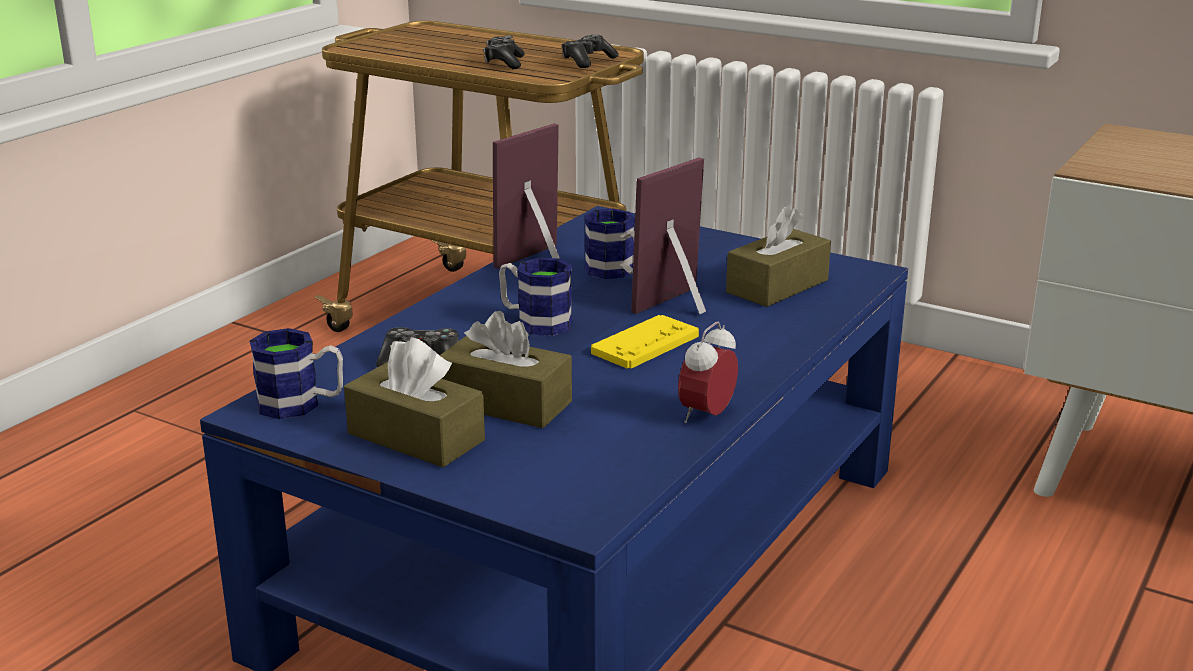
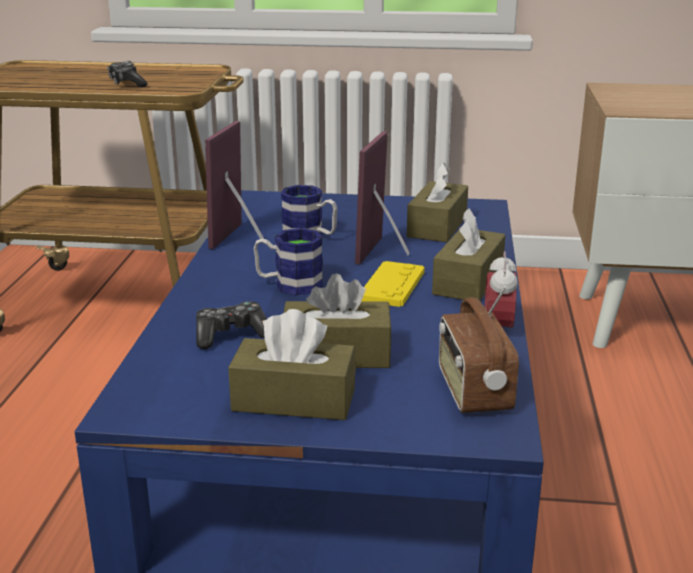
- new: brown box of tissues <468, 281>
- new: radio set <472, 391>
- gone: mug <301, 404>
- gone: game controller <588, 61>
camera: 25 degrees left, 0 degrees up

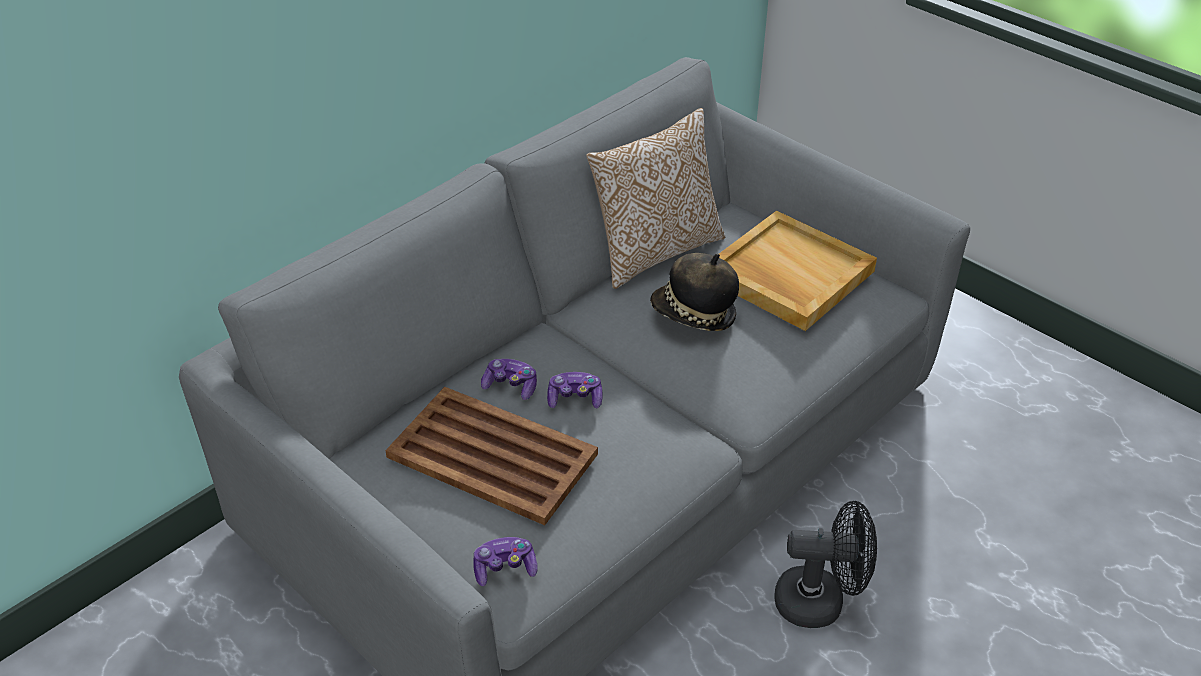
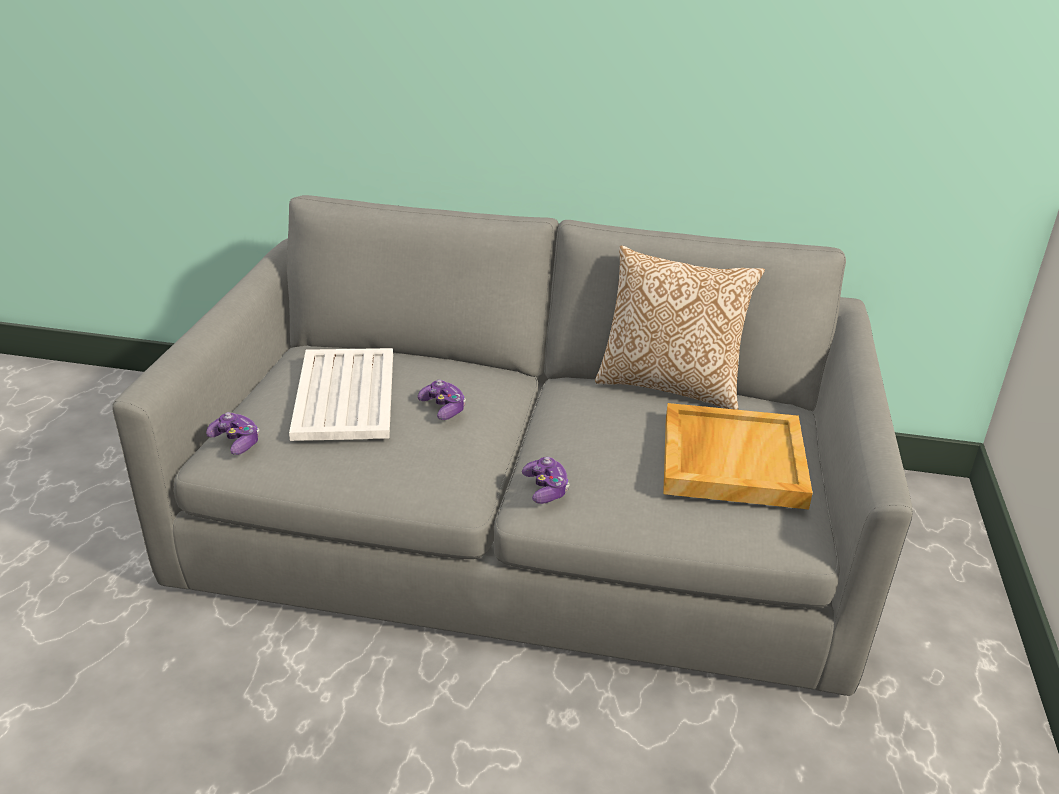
- repainted: brown carrying tray <493, 457> to white-coloured carrying tray <344, 396>
- shifted: game controller <511, 386> to <546, 489>
- gone: clothing hat <694, 315>
- gone: black electric fan <820, 602>
camera: 55 degrees right, 10 degrees down

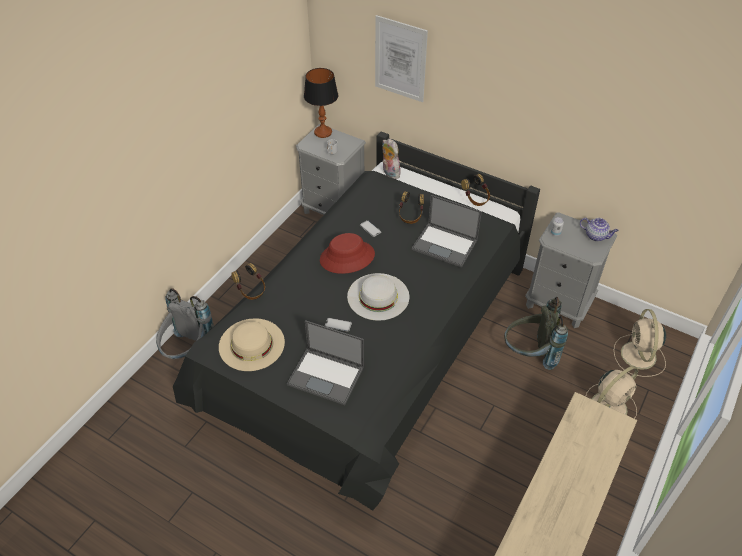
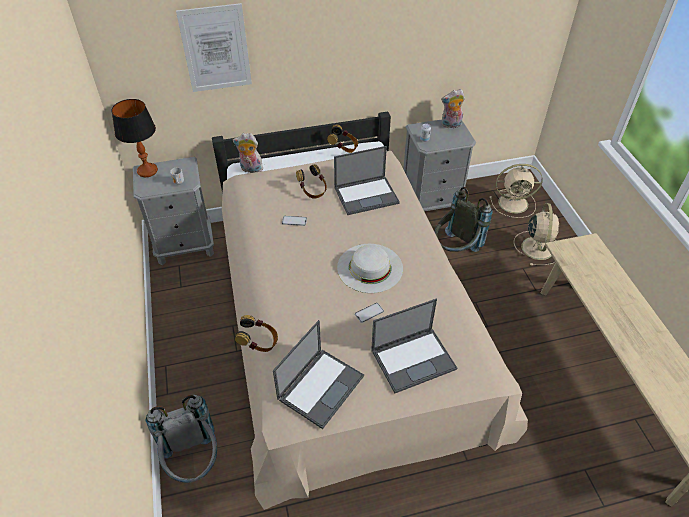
- repainted: black bed <370, 345> to sand-coloured bed <343, 328>
- swapped: sand-coloured clothing hat <251, 344> to laptop <321, 386>
- swapped: teapot <596, 236> to plush toy <450, 125>
- rotated: sand-coloured electric fan <638, 356> = <514, 203> 45 degrees counterclockwise
- gone: reddish clothing hat <347, 257>
camera: 45 degrees left, 0 degrees up

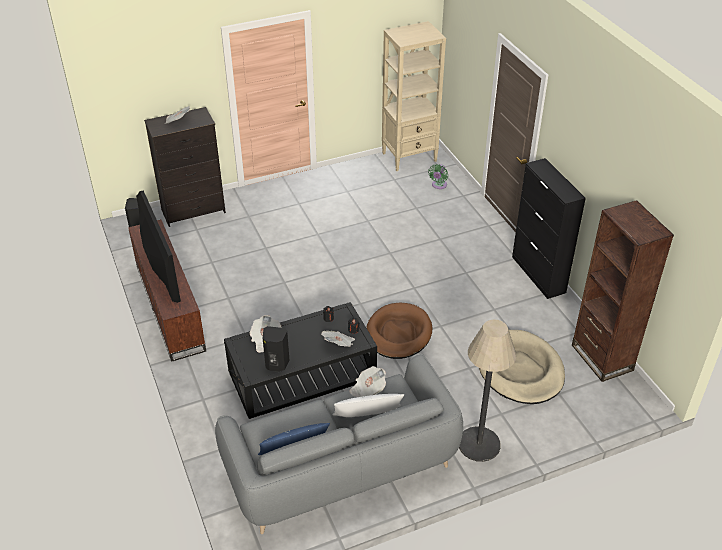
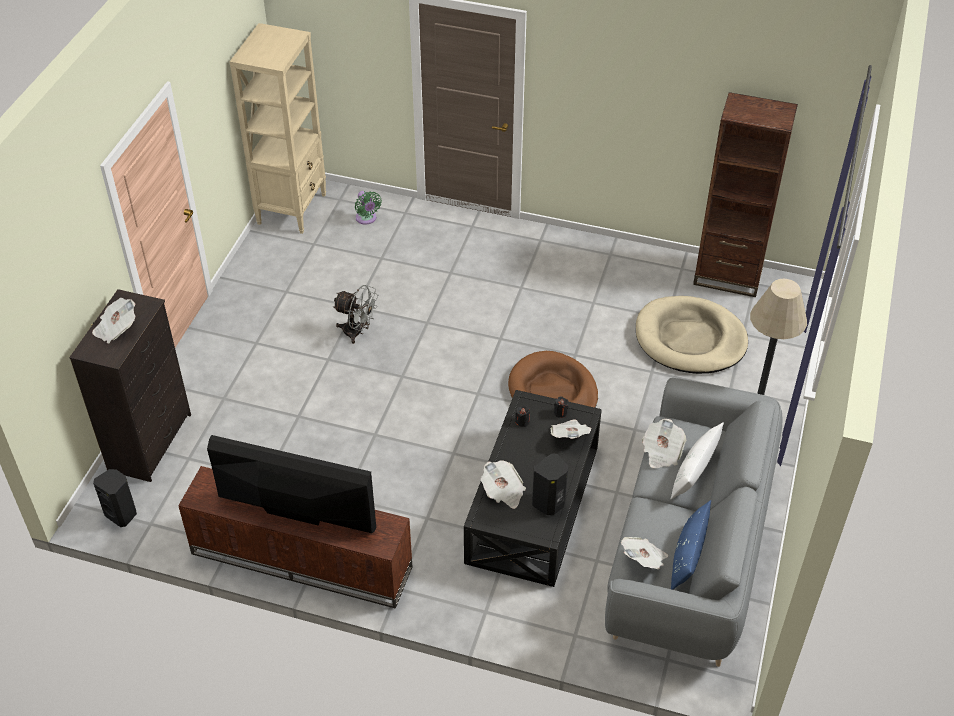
- new: greyish electric fan <357, 332>
- new: daily paper <644, 559>
- gone: black cupboard <538, 275>
camera: 50 degrees left, 5 degrees up

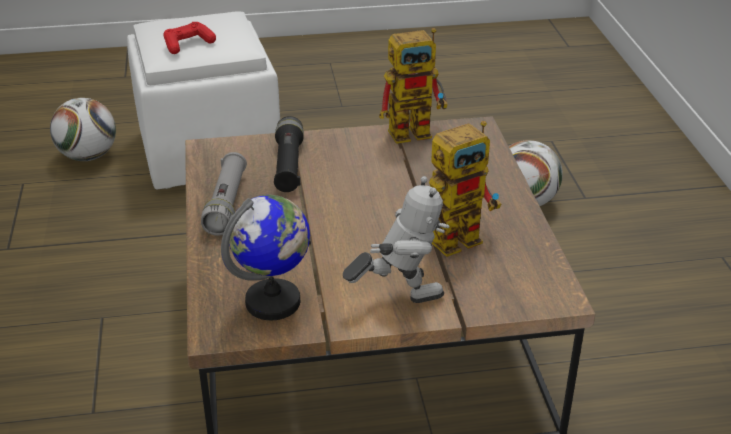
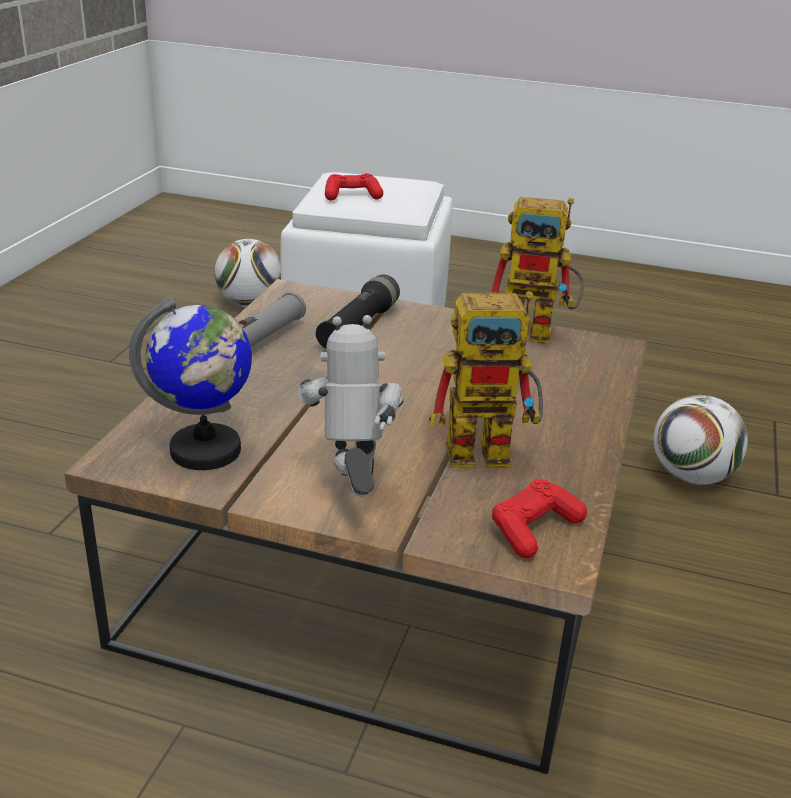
- rotated: toy robot <399, 297> = <352, 492> 105 degrees counterclockwise
- new: reddish game controller <534, 528>
camera: 25 degrees right, 5 degrees down

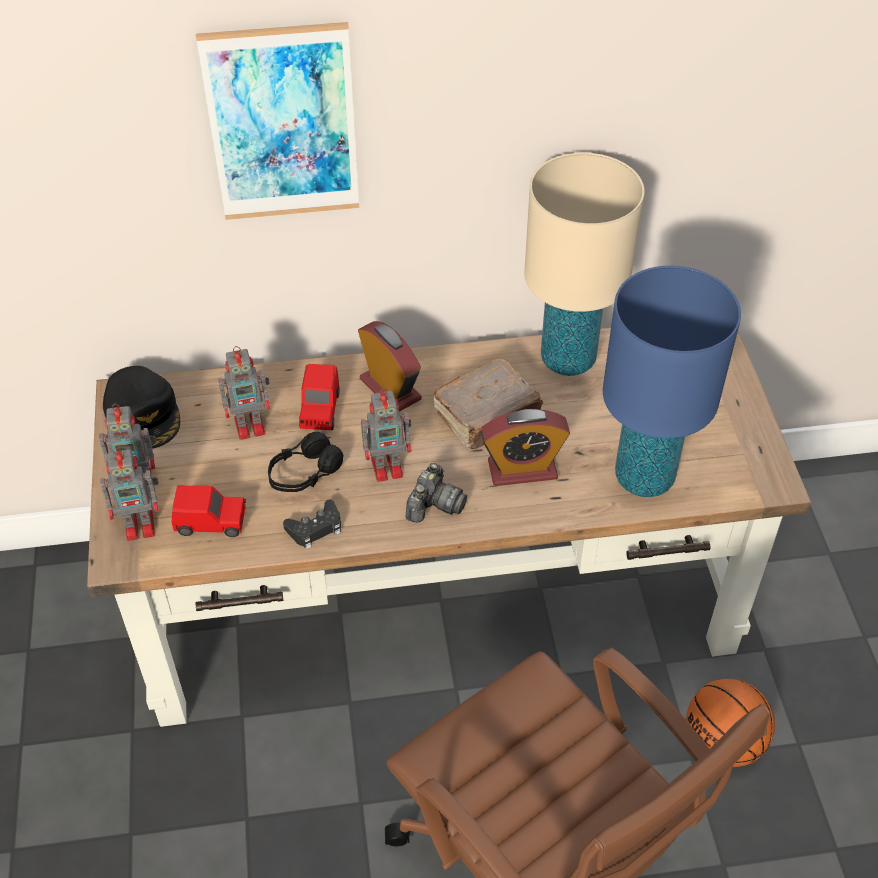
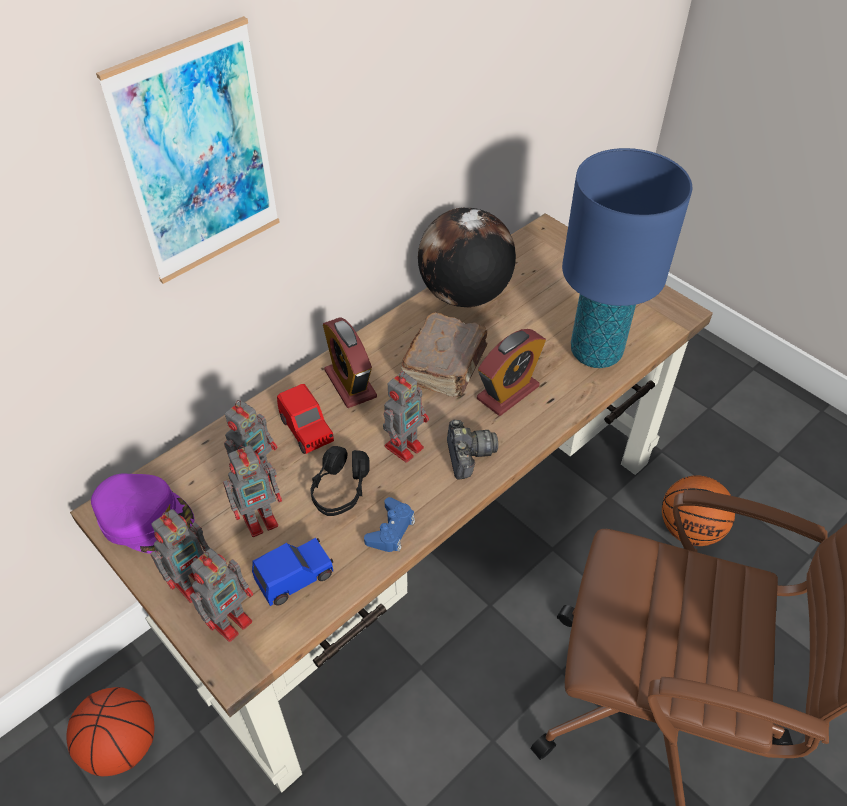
- new: basketball ball <122, 746>
- repainted: black baseball cap <144, 414> to purplish baseball cap <146, 517>
- new: toy robot <261, 518>
- repainted: reddish model car <211, 522> to bluish model car <295, 578>
- rotated: alarm clock <390, 389> = <350, 384> 135 degrees counterclockwise
- repainted: black game controller <315, 528> to bluish game controller <391, 530>
- swapped: sand-coloured lamp for a table <567, 359> to globe <464, 295>
camera: 35 degrees left, 0 degrees up

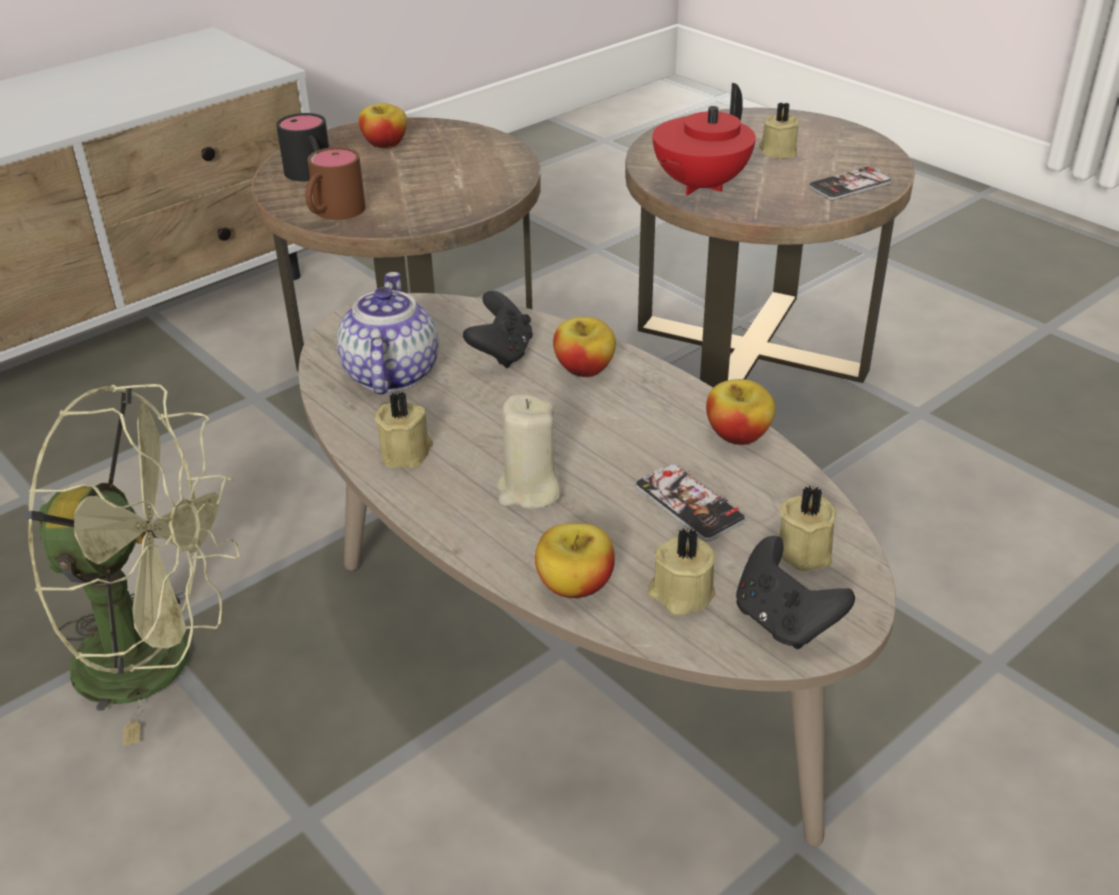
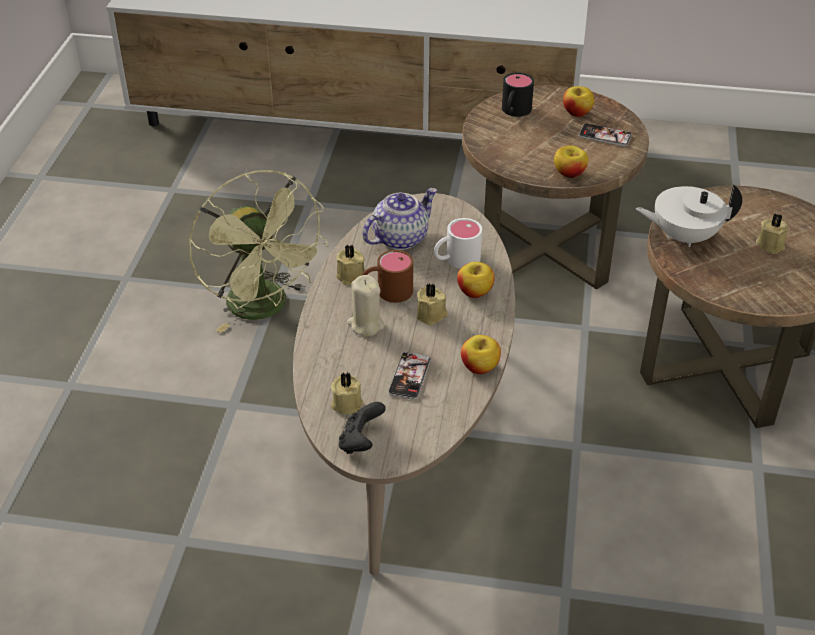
- shifted: brown mug <333, 213> to <387, 292>
- shifted: sand-coloured candle <806, 550> to <432, 315>
- swapped: black game controller <501, 353> to white-coloured mug <456, 260>
- shifted: apple <575, 585> to <569, 173>
- shifted: phone <849, 185> to <605, 136>
- repainted: reddish teapot <699, 186> to white-coloured teapot <683, 236>
camera: 50 degrees right, 5 degrees up

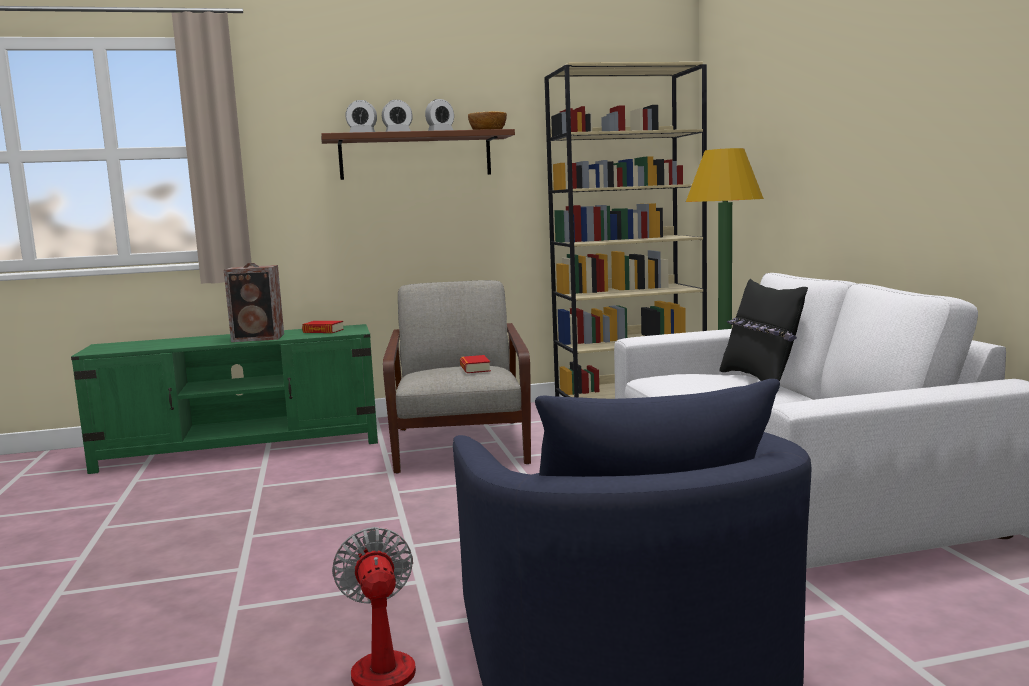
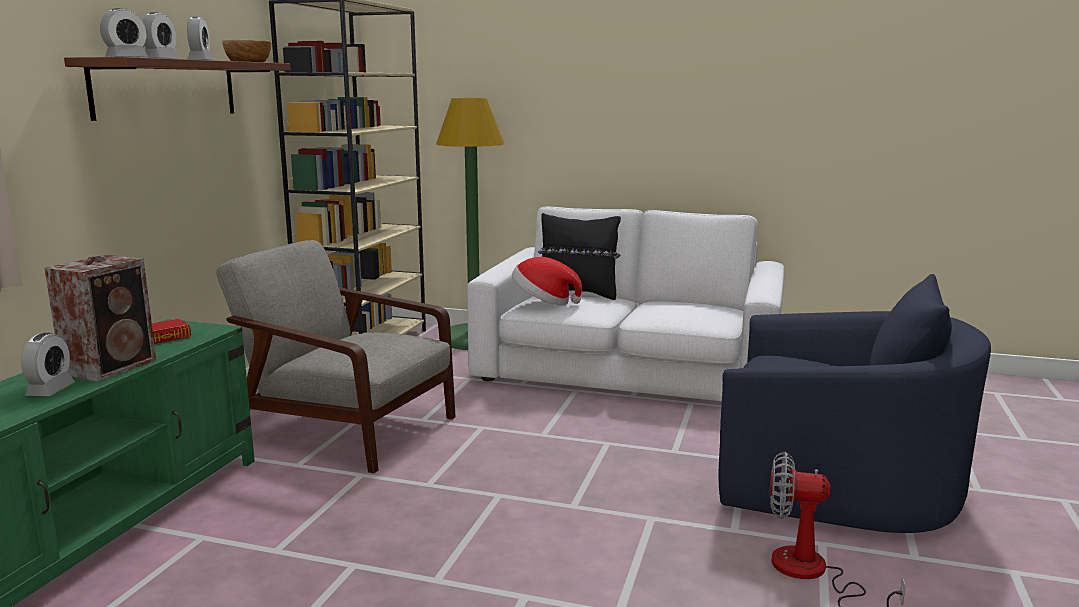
- new: alarm clock <51, 390>
- new: clothing hat <543, 302>
- gone: book <475, 368>
camera: 60 degrees left, 5 degrees up

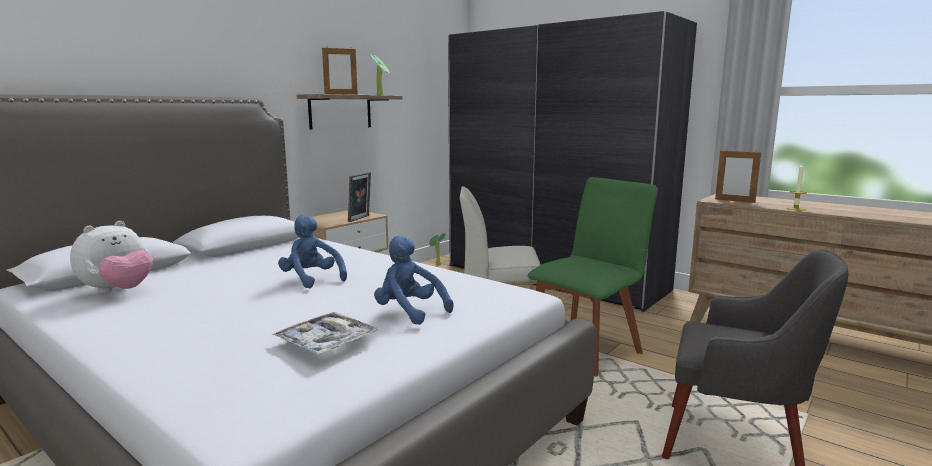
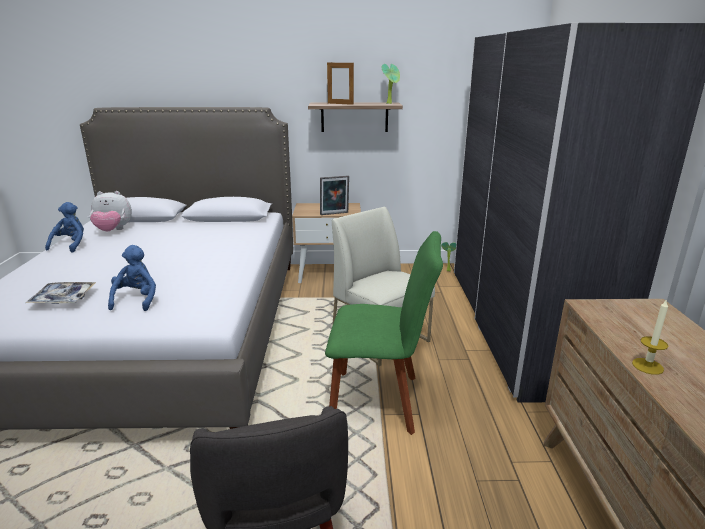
- shifted: bluish plush toy <311, 279> to <71, 245>
- gone: photo frame <734, 201>
camera: 50 degrees right, 10 degrees up

